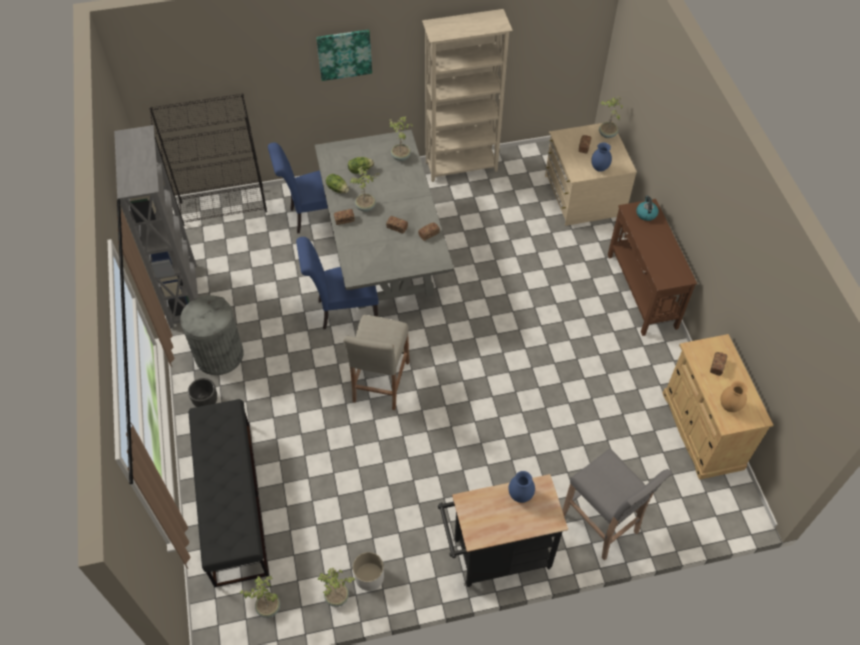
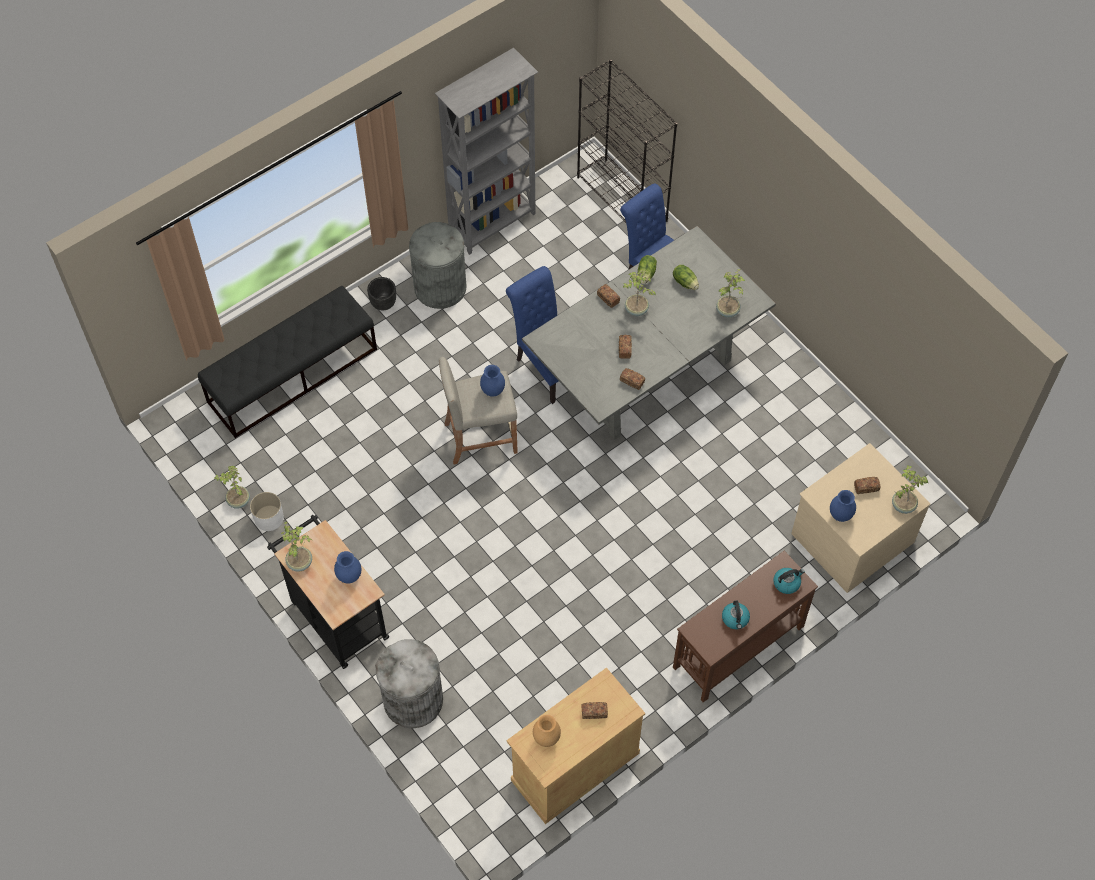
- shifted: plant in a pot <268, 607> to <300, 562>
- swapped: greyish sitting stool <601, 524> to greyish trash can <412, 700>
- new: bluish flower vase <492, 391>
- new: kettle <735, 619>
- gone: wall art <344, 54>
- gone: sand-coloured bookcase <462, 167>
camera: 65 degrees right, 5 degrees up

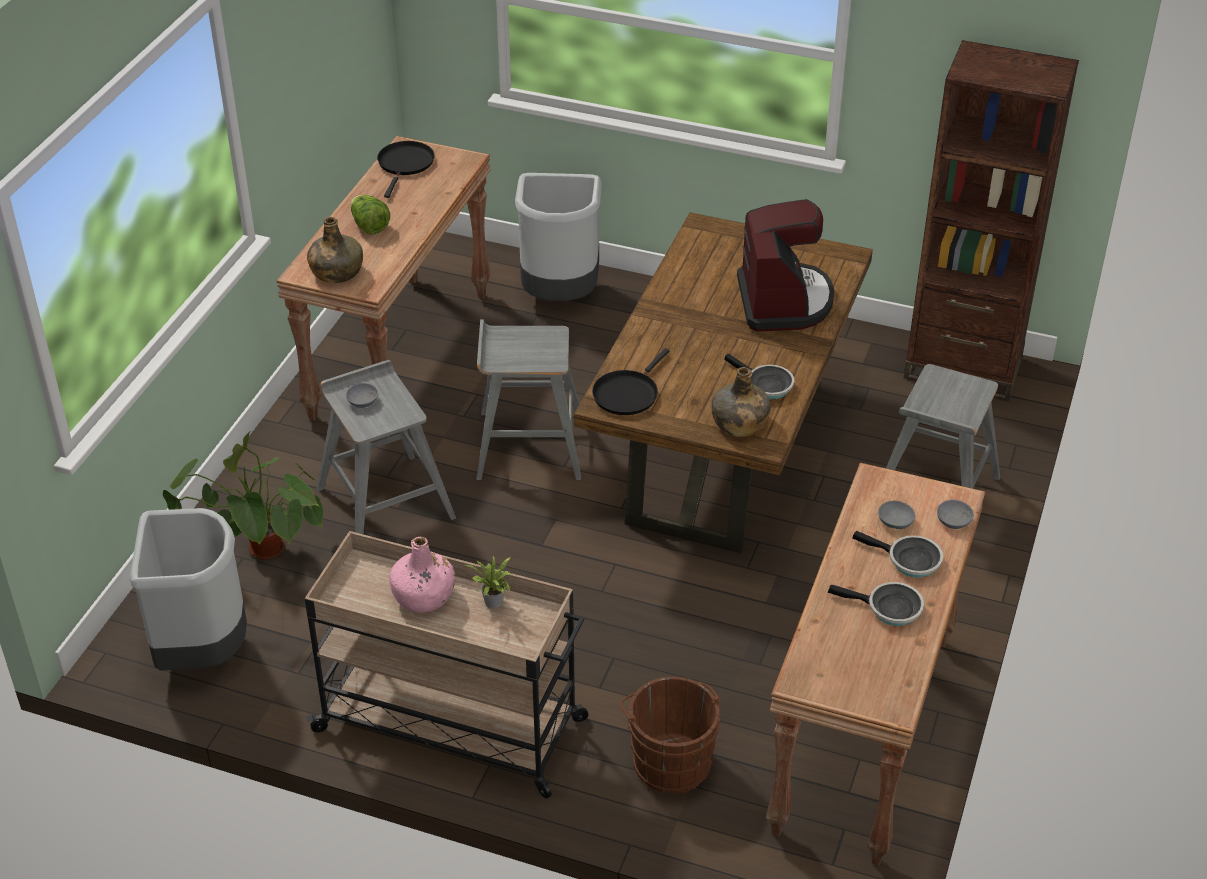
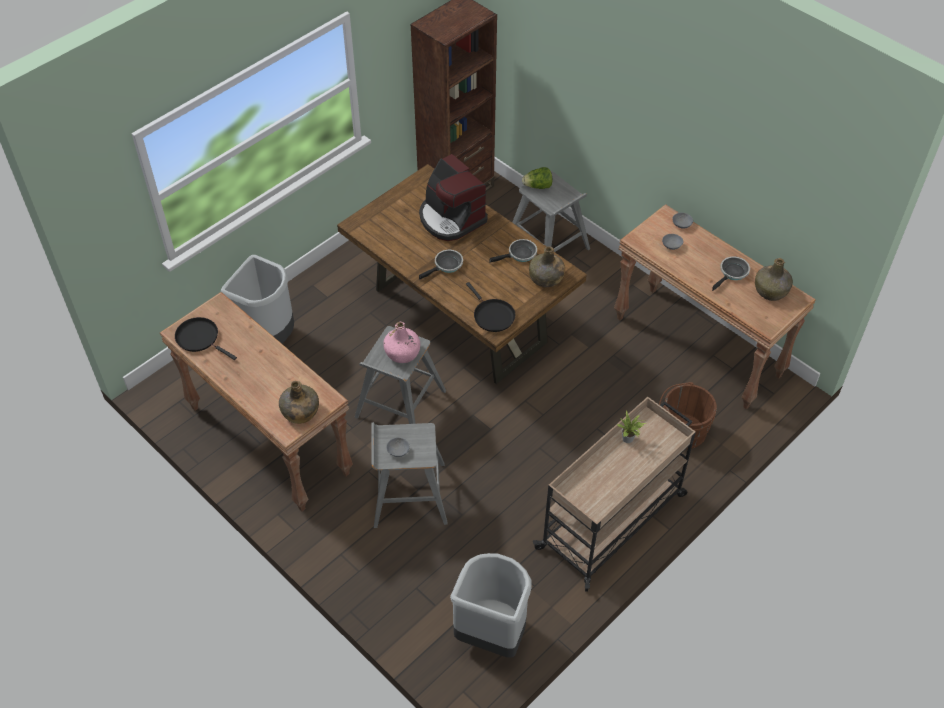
- shifted: pink-coloured beverage bottle <424, 596> to <402, 352>
- rotated: coffee maker <783, 301> = <451, 218> 150 degrees counterclockwise
- shifted: pan <909, 561> to <446, 265>
- shifted: head of lettuce <369, 226> to <538, 186>
- new: greenish beverage bottle <771, 291>
- gone: plant in a pot <257, 560>
camera: 65 degrees left, 10 degrees up

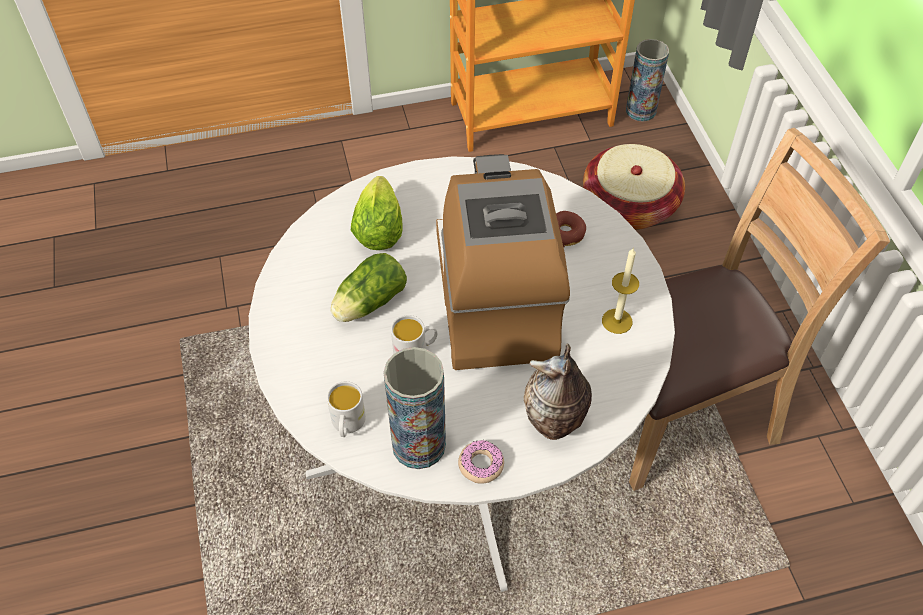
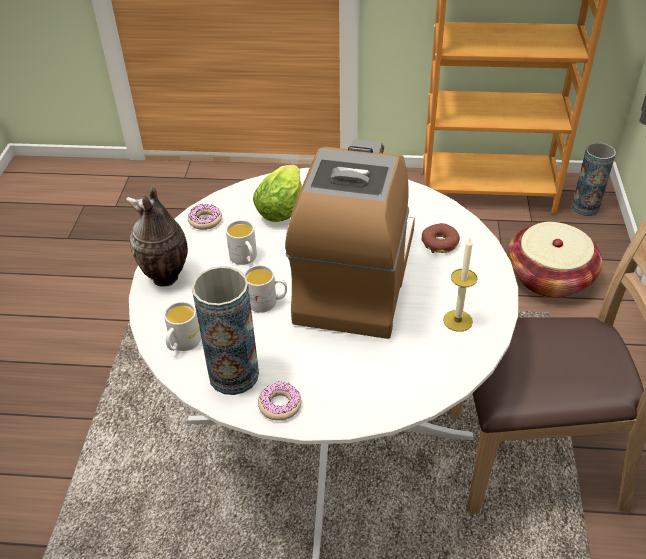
- shifted: flower vase <554, 426> to <165, 278>
- new: donut <205, 220>
- swapped: head of lettuce <367, 303> to white-coloured mug <245, 259>
camera: 20 degrees right, 10 degrees down

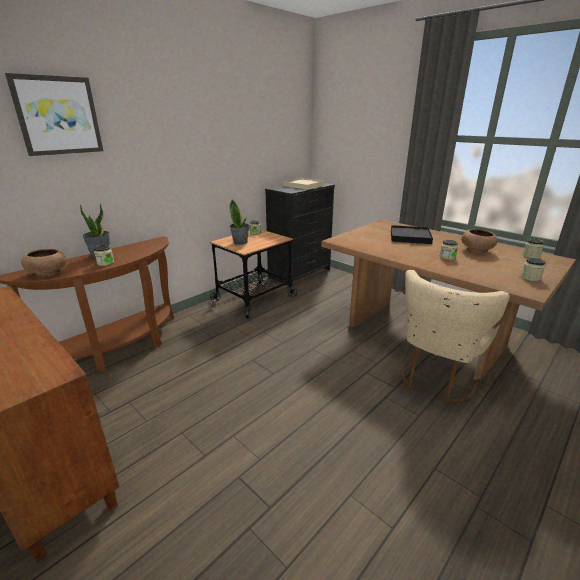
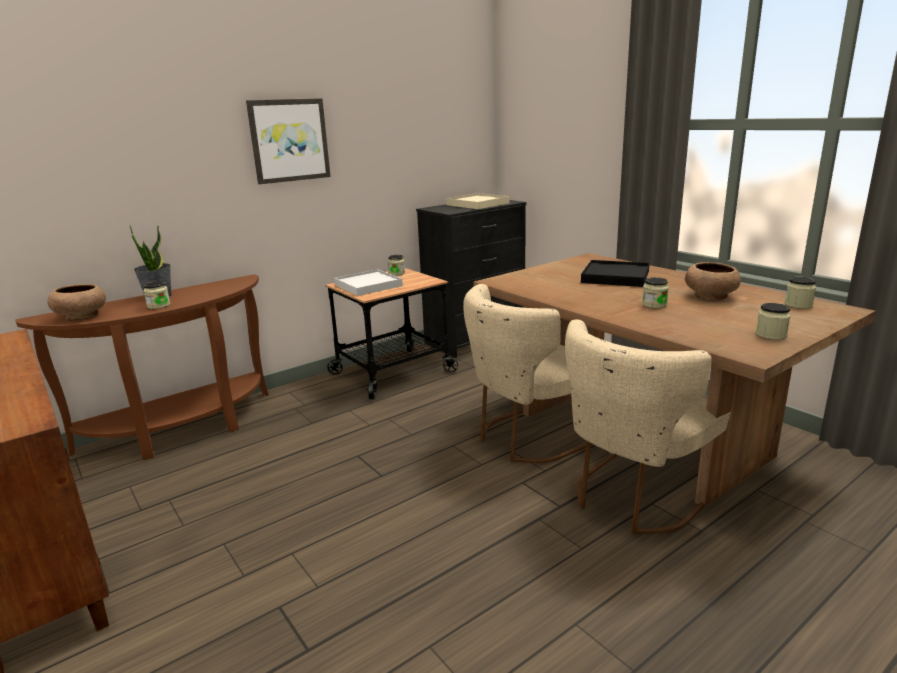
- shifted: wall art <58, 116> to <289, 140>
- swapped: plant in a pot <240, 242> to white-coloured carrying tray <368, 285>
- new: sand-coloured plain chair <528, 437>
camera: 10 degrees right, 5 degrees down

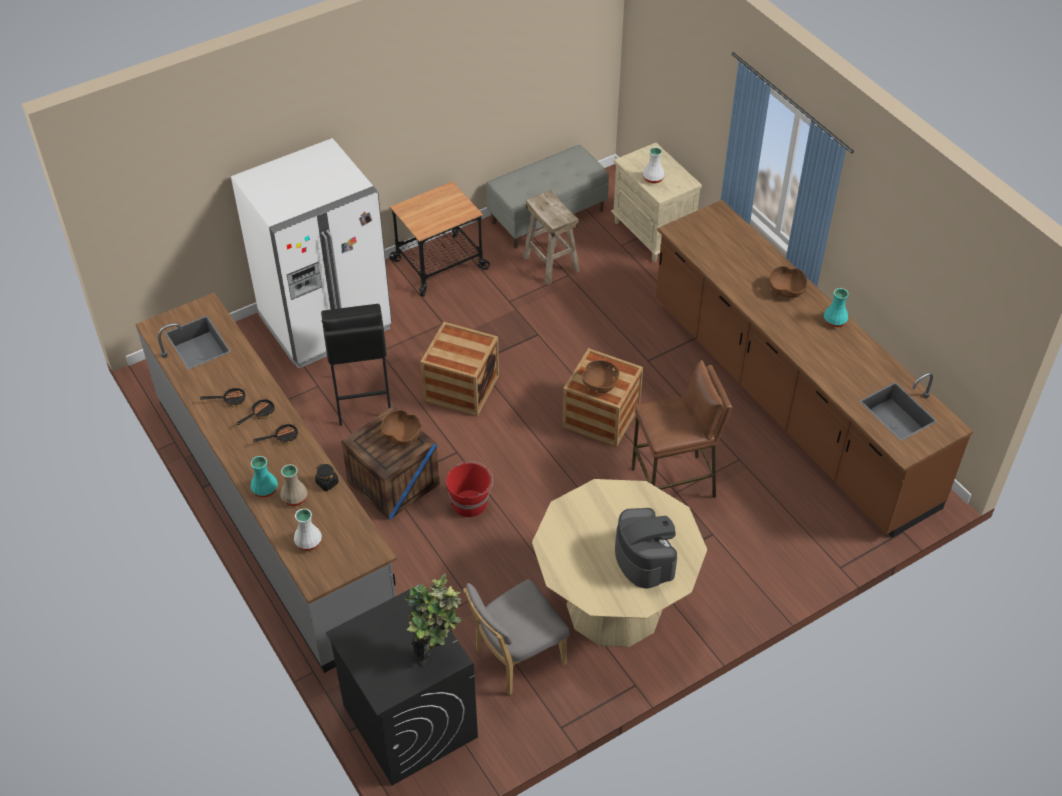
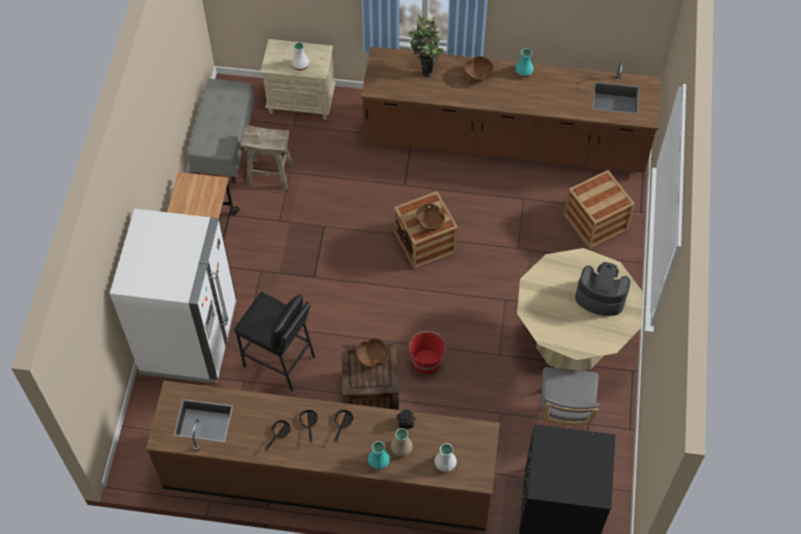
- repainted: greyish kitchen counter <274, 510> to brown kitchen counter <328, 477>
- shifted: plant in a pot <435, 649> to <426, 67>
- shifted: crate <461, 388> to <595, 222>
- gone: brown sitting stool <674, 484>
camera: 50 degrees left, 10 degrees up

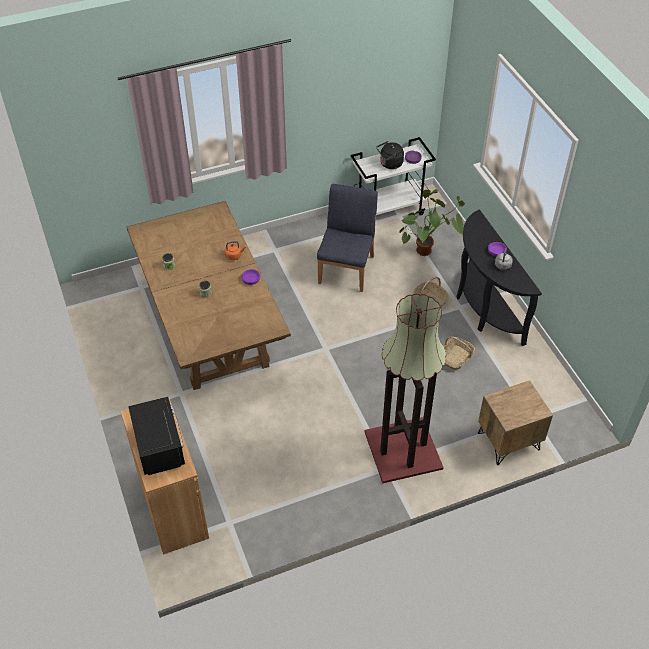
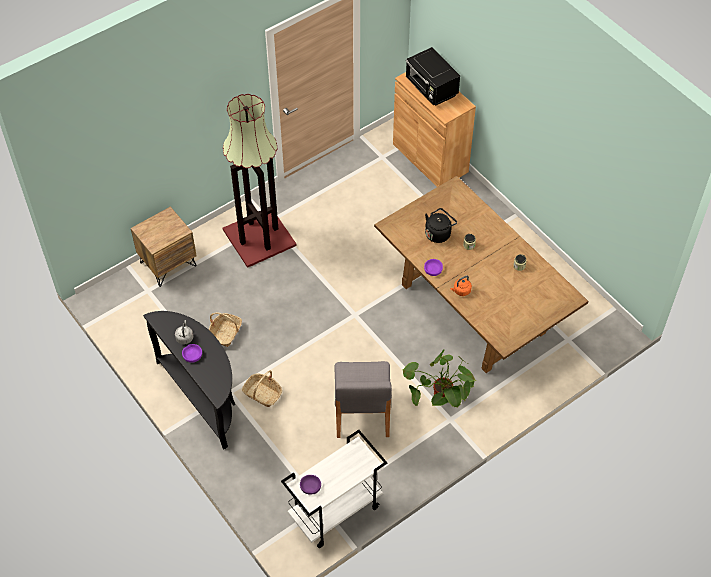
- repainted: bluish plain chair <347, 269> to greyish plain chair <362, 412>
- shifted: plant in a pot <427, 246> to <439, 402>
- shifted: black kettle <390, 164> to <438, 233>
camera: 165 degrees right, 5 degrees up

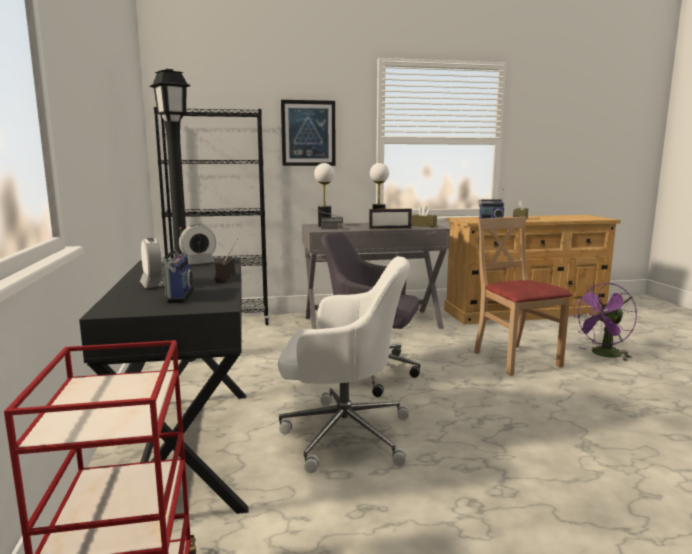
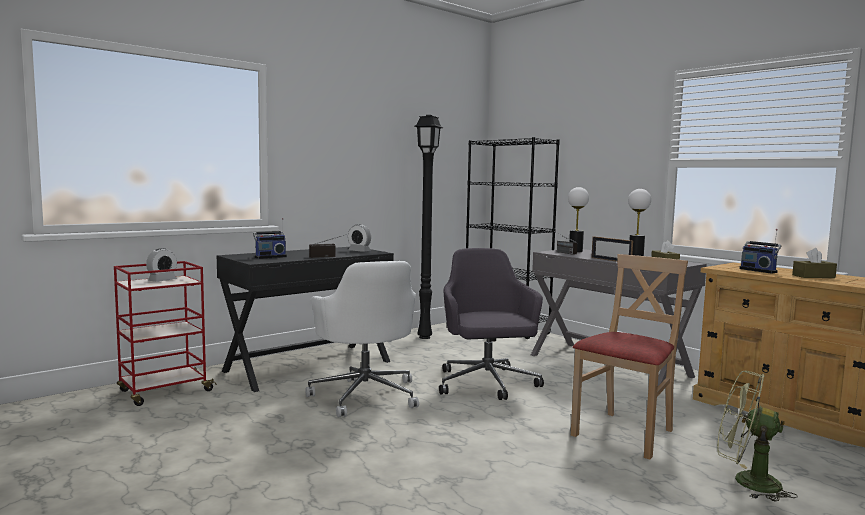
- shifted: alarm clock <153, 285> to <162, 280>
- repainted: purplish electric fan <603, 355> to greenish electric fan <746, 482>
- gone: wall art <308, 133>
camera: 60 degrees right, 5 degrees down

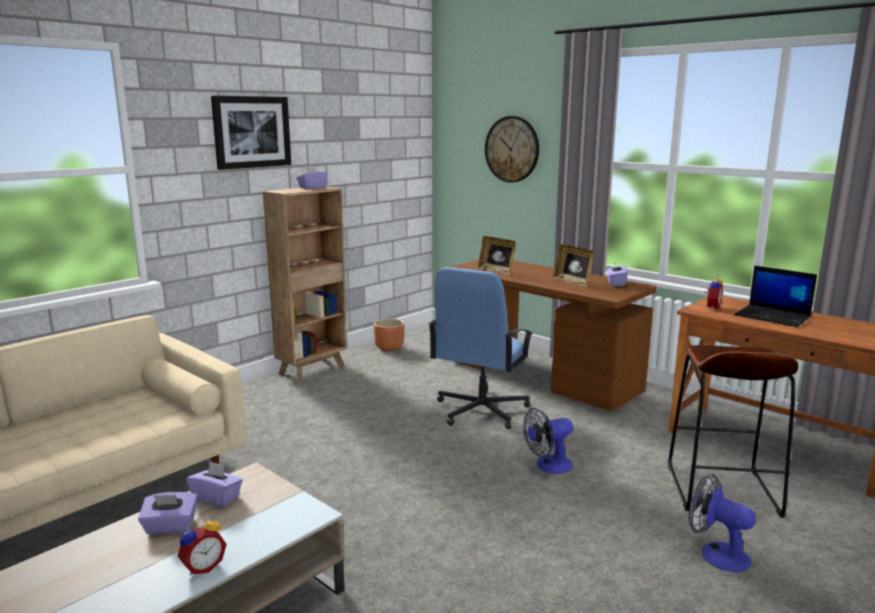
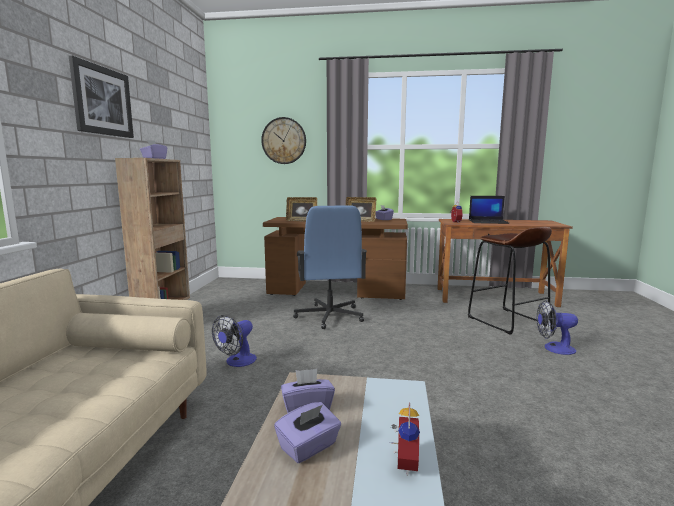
- shifted: electric fan <548, 466> to <237, 362>
- gone: brown planter <389, 348>
camera: 35 degrees left, 5 degrees down

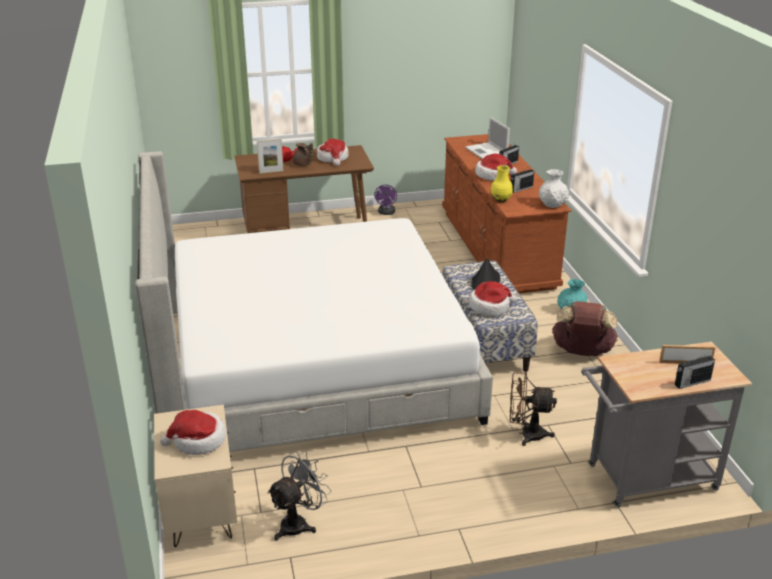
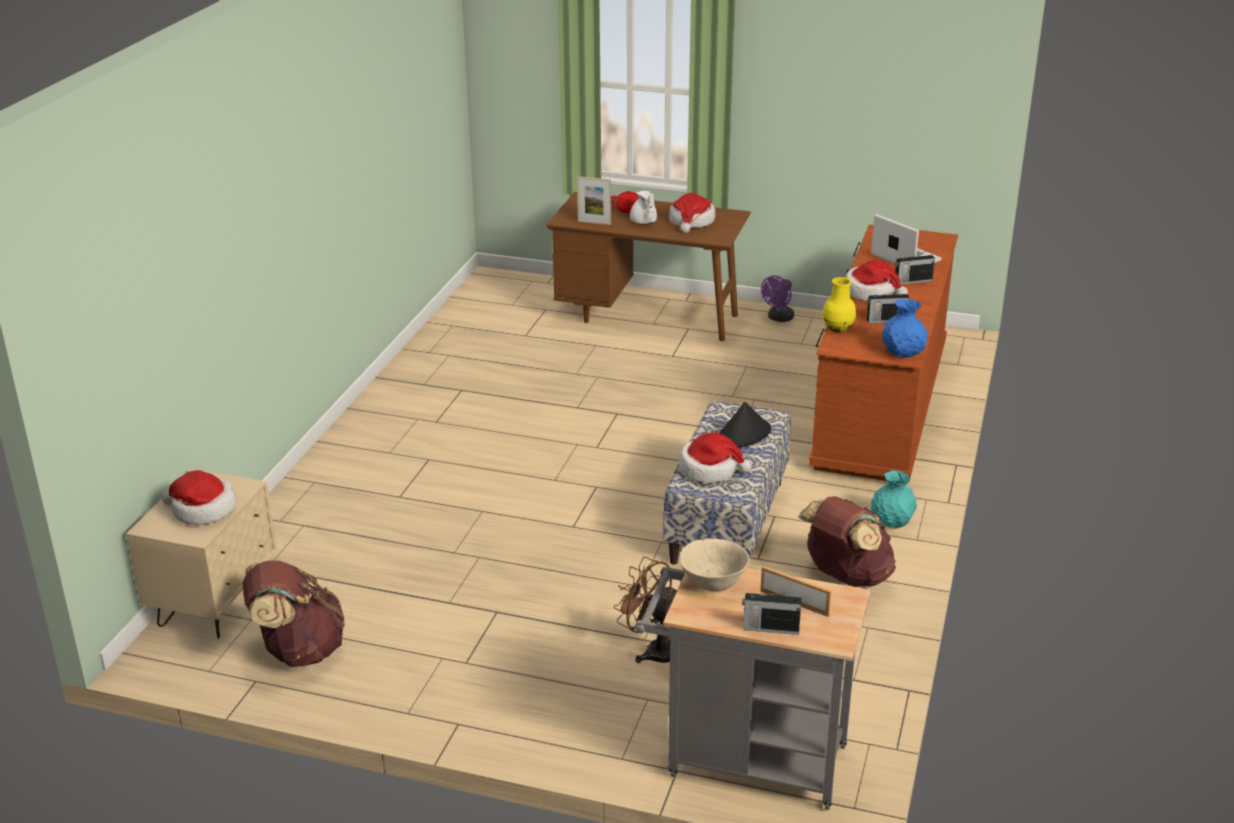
- swapped: greyish electric fan <299, 523> to brown backpack <298, 650>
- repainted: brown teapot <303, 165> to white-coloured teapot <643, 222>
- new: sand-coloured deep dish <713, 584>
- rotated: laptop <487, 151> = <904, 257> 135 degrees clockwise
- repainted: white-coloured flower vase <553, 205> to bluish flower vase <903, 353>
- gone: bed <309, 364>
camera: 30 degrees right, 0 degrees up

